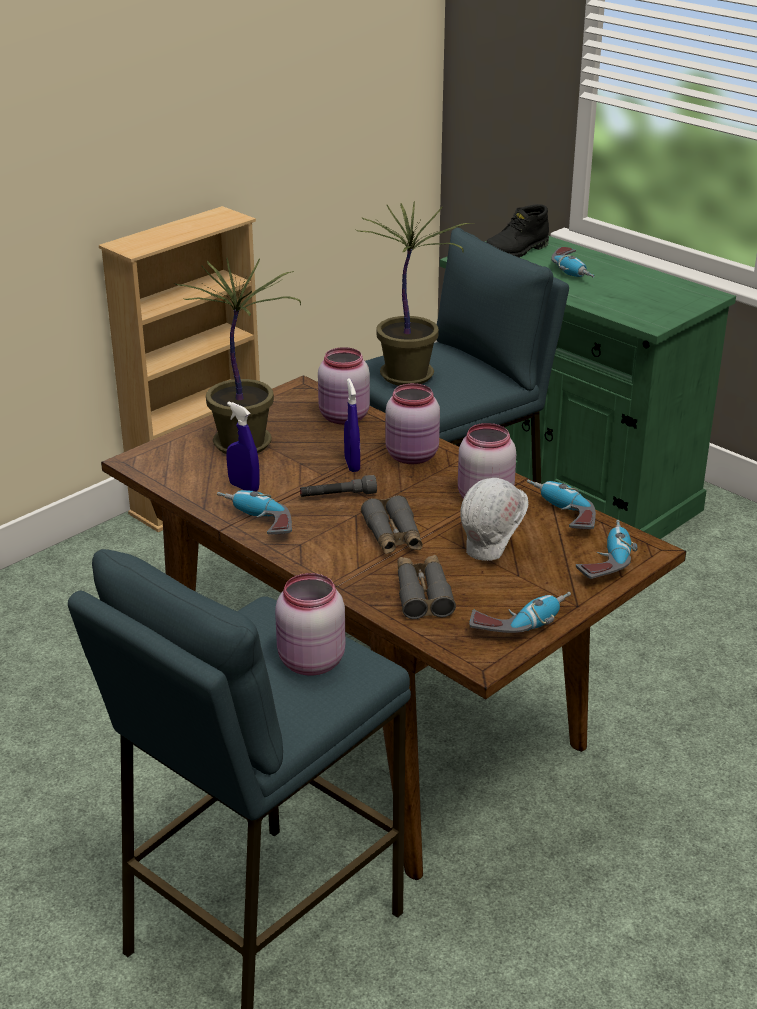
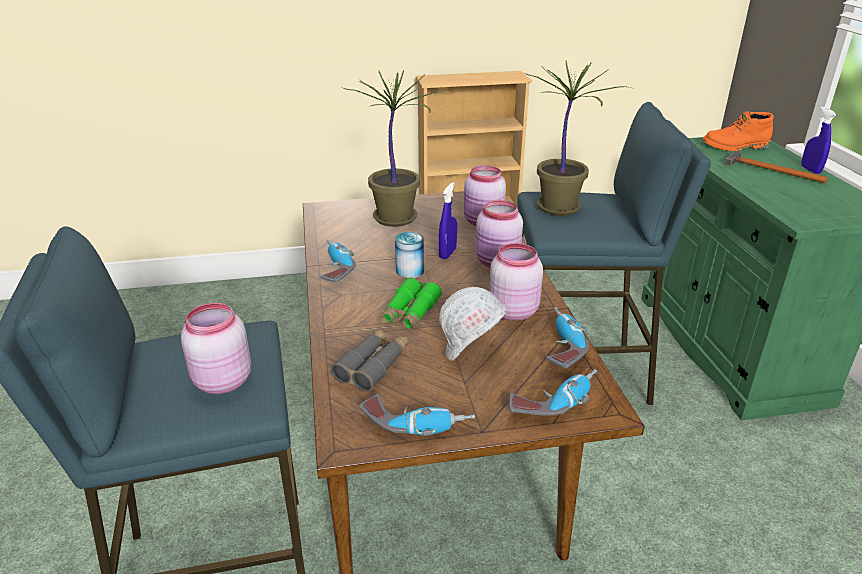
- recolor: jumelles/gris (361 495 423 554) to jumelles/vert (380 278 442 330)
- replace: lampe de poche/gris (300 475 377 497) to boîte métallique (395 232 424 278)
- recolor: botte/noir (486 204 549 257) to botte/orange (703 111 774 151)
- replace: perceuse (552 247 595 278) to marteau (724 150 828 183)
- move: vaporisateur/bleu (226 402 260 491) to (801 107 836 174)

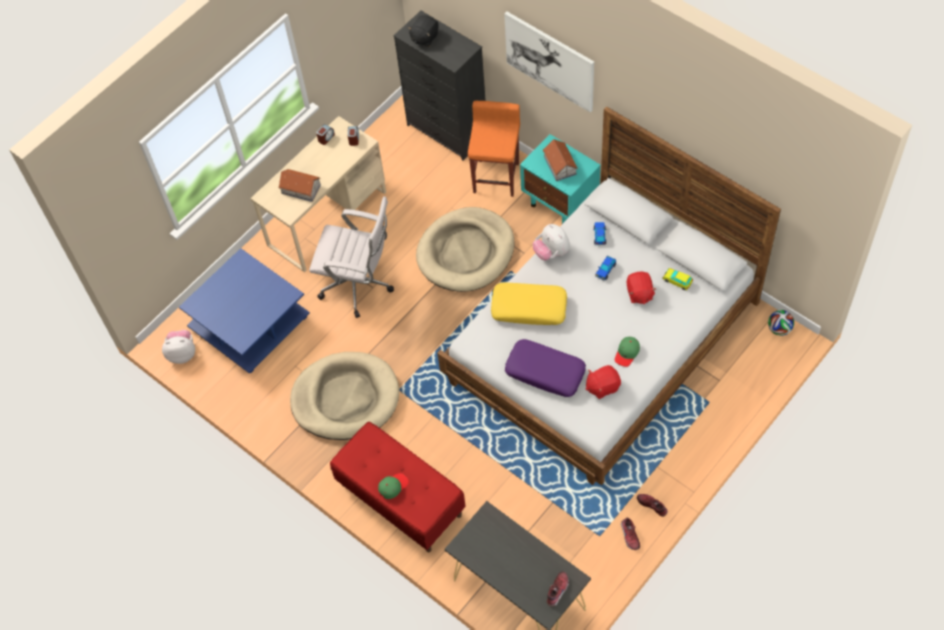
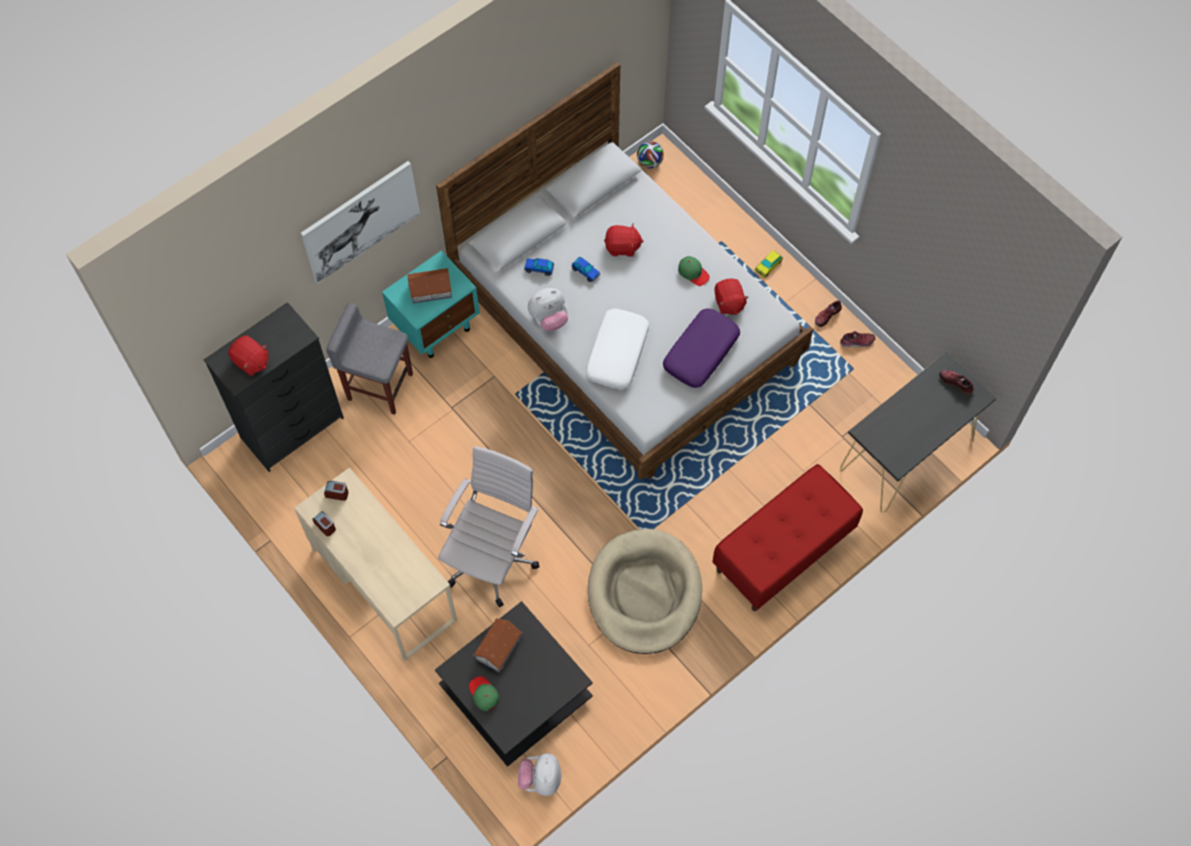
- recolor: peluche/noir (408 15 439 47) to peluche/rouge (228 335 269 376)
- recolor: tabouret/orange (468 101 520 197) to tabouret/gris (326 303 413 415)
- recolor: table basse/bleu (179 248 310 373) to table basse/noir (435 601 593 767)
- move: casquette/vert (378 473 409 499) to (469 676 499 711)
- move: maison miniature (278 169 321 202) to (473 618 522 673)
- recolor: coussin/jaune (491 283 567 325) to coussin/blanc (586 309 649 389)
- move: petite voiture (662 268 693 290) to (755 250 783 278)
- delete: panier pour chien/beige (416 207 515 292)

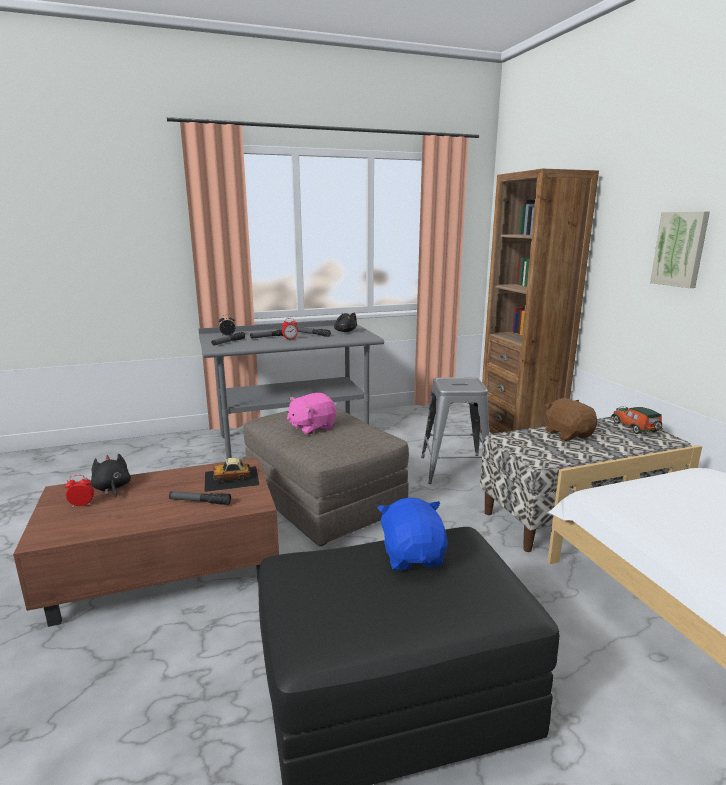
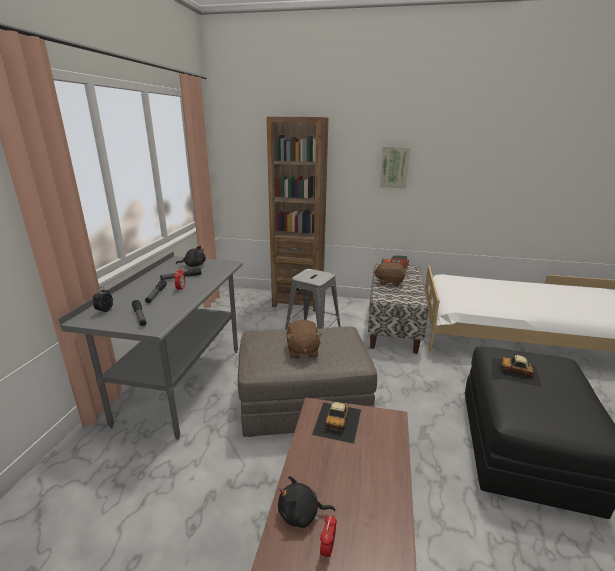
- recolor: peluche/rose (287 393 336 435) to peluche/marron (286 319 322 359)
- replace: peluche/bleu (378 498 448 570) to petite voiture (492 355 542 387)
- delete: lampe de poche (169 491 231 505)

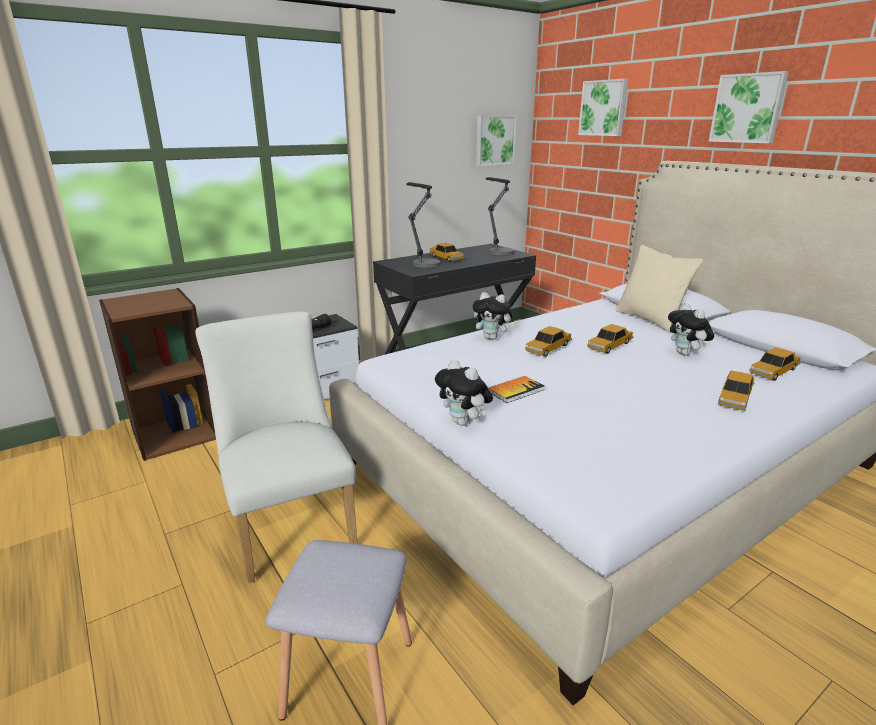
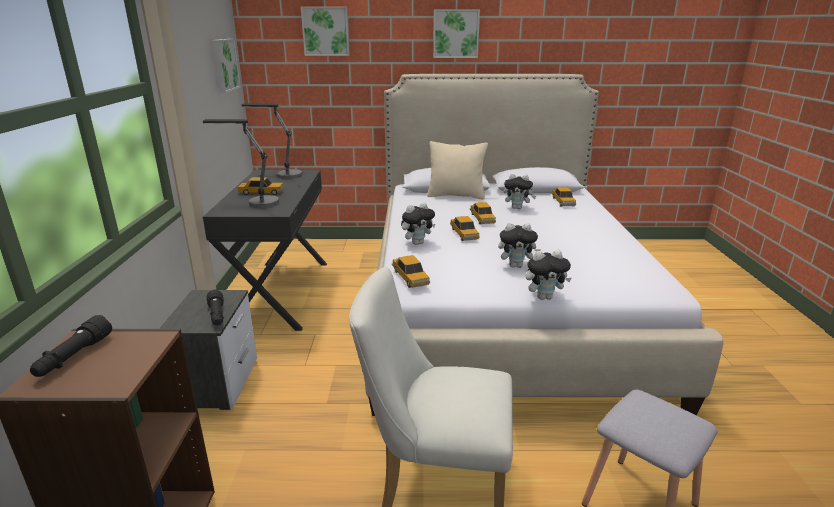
- insert: lampe de poche/noir (30 315 112 377)
- move: petite voiture (718 371 754 411) to (392 255 430 288)
- replace: livre (488 376 545 403) to peluche (498 223 541 268)

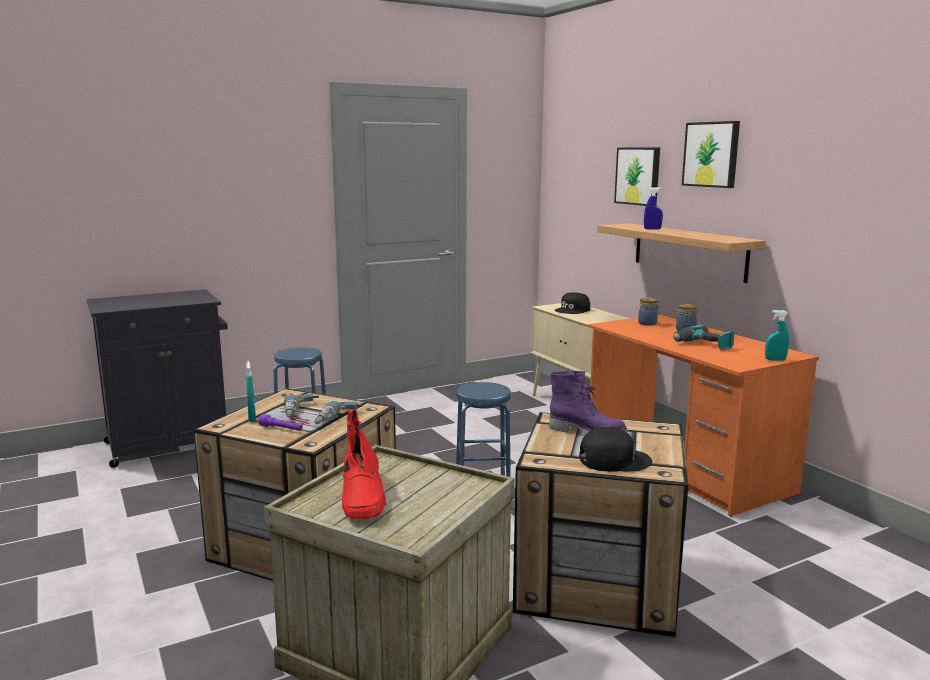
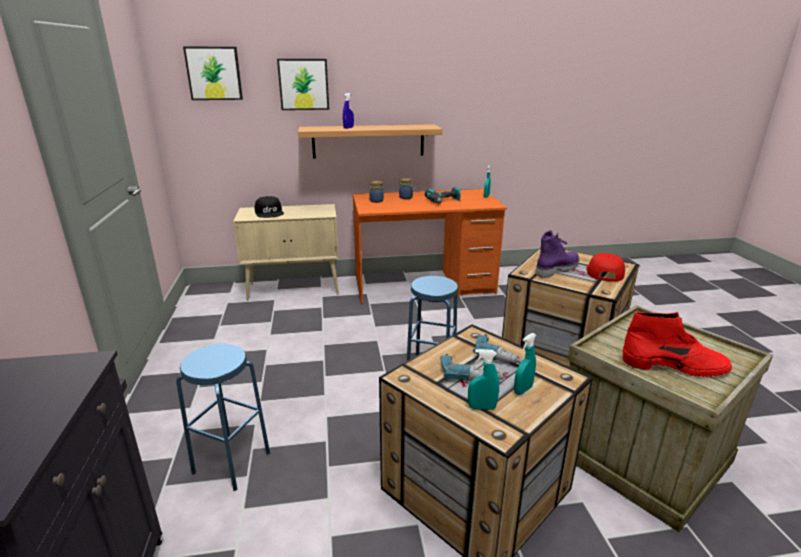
- move: tableau (682 121 740 188) to (183 46 243 100)
- replace: lampe de poche/violet (259 414 303 431) to vaporisateur/turquoise (514 333 536 395)
- recolor: casquette/noir (579 427 652 472) to casquette/rouge (586 253 625 281)

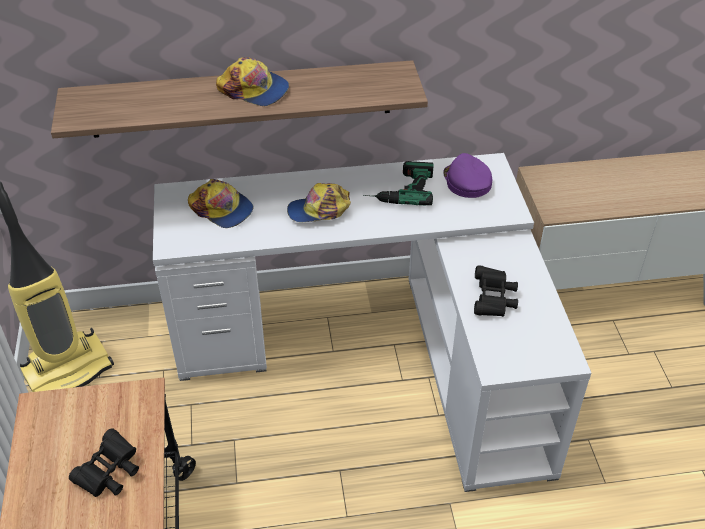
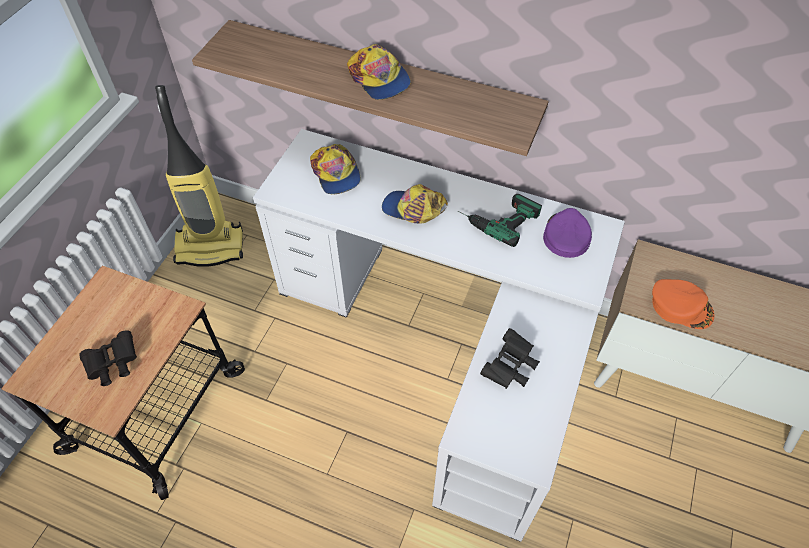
- insert: casquette/orange (652 279 714 329)

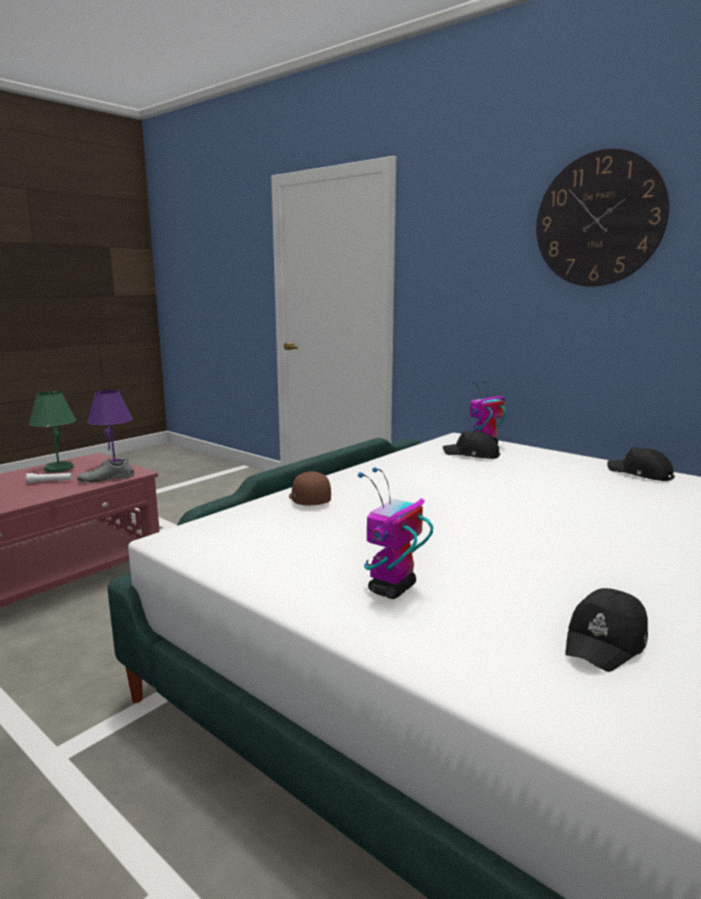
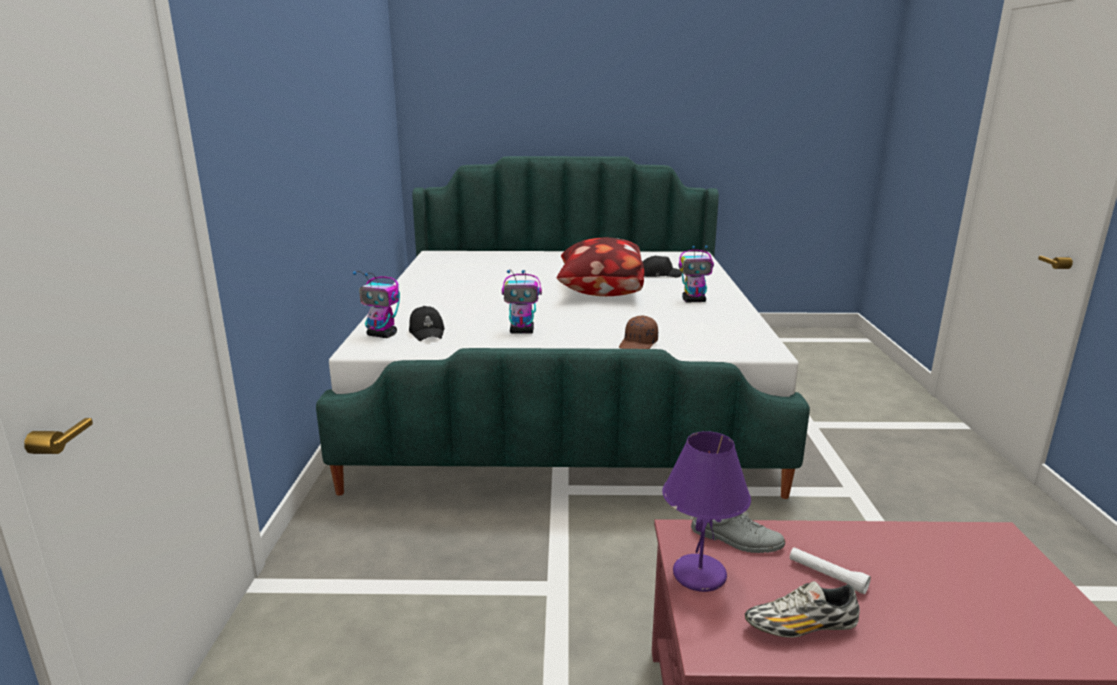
- insert: robot jouet (502 270 542 334)
- insert: coussin (556 238 644 296)
- replace: lampe de table/vert (29 391 76 472) to chaussure (745 581 860 638)
- delete: horloge murale (536 149 669 286)
- delete: casquette/noir (607 447 675 481)

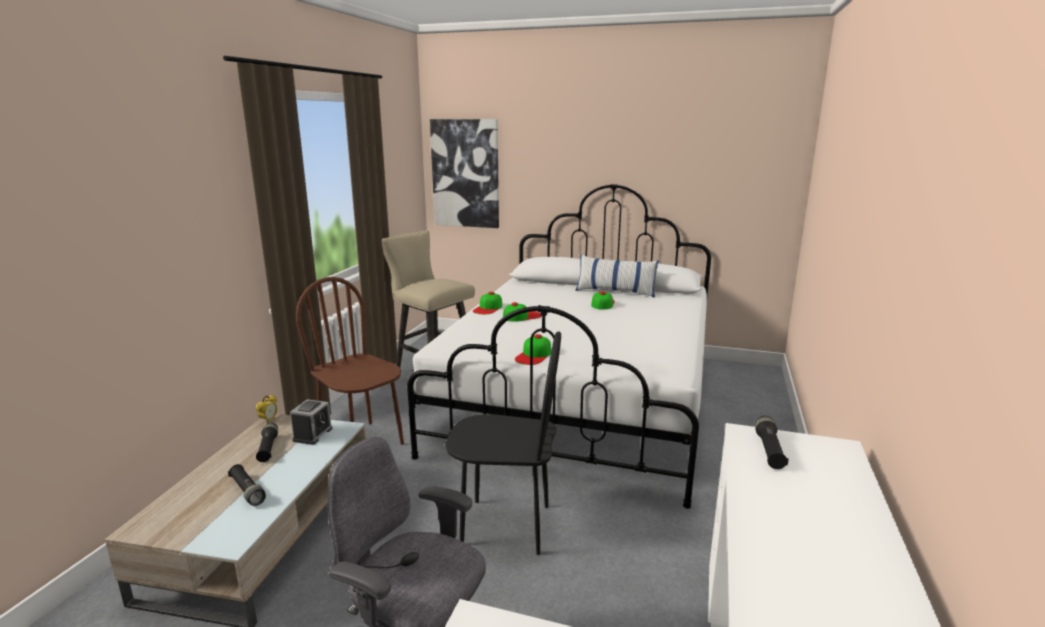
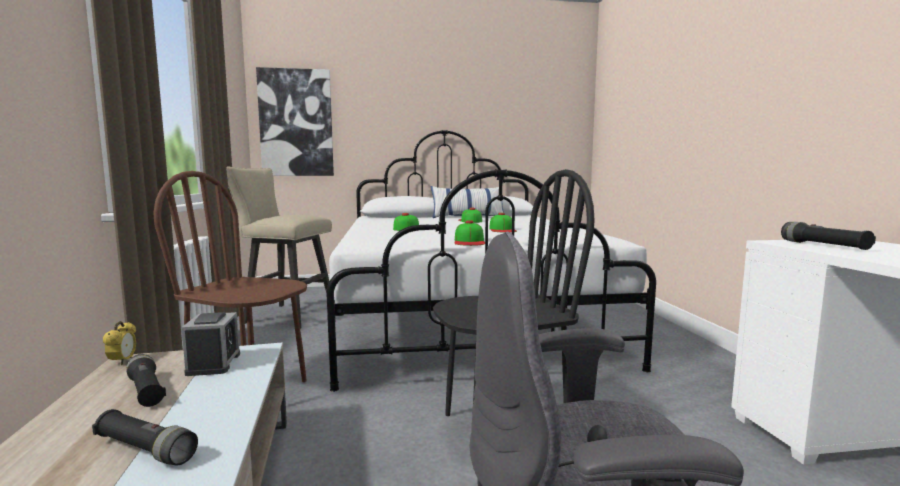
- move: casquette (473 292 502 314) to (489 213 517 232)

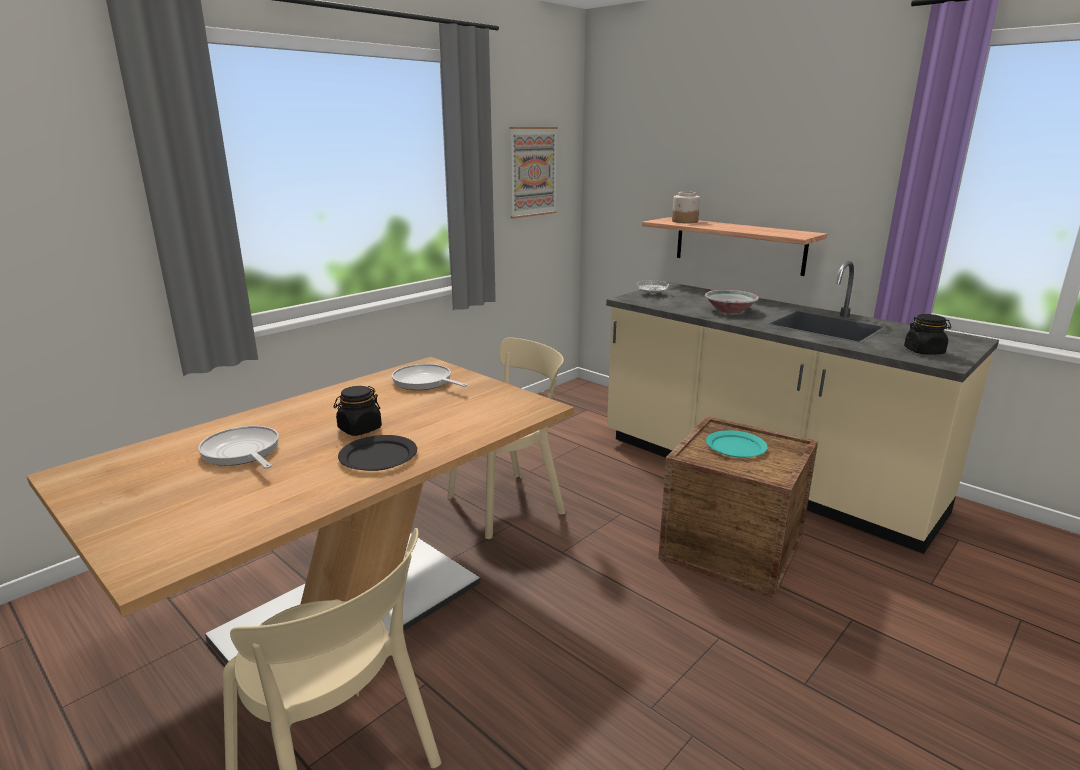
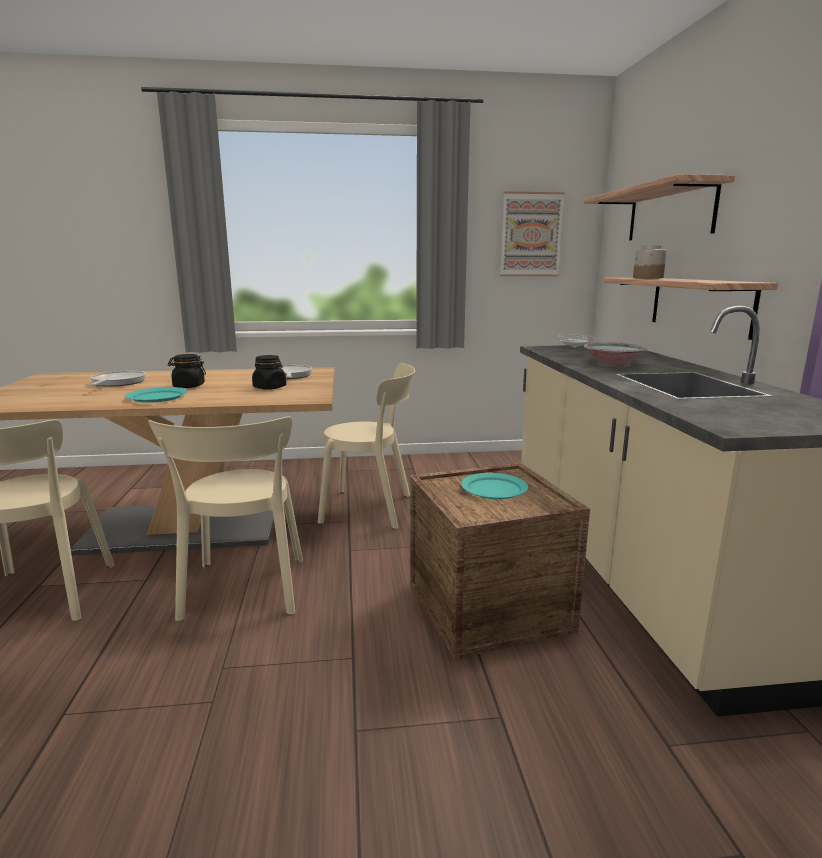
- recolor: assiette/noir (338 435 417 471) to assiette/turquoise (125 387 188 403)
- insert: chaise/beige (148 417 303 621)
- move: bocal/noir (904 314 951 355) to (252 355 286 389)
- insert: étagère (584 174 735 240)

